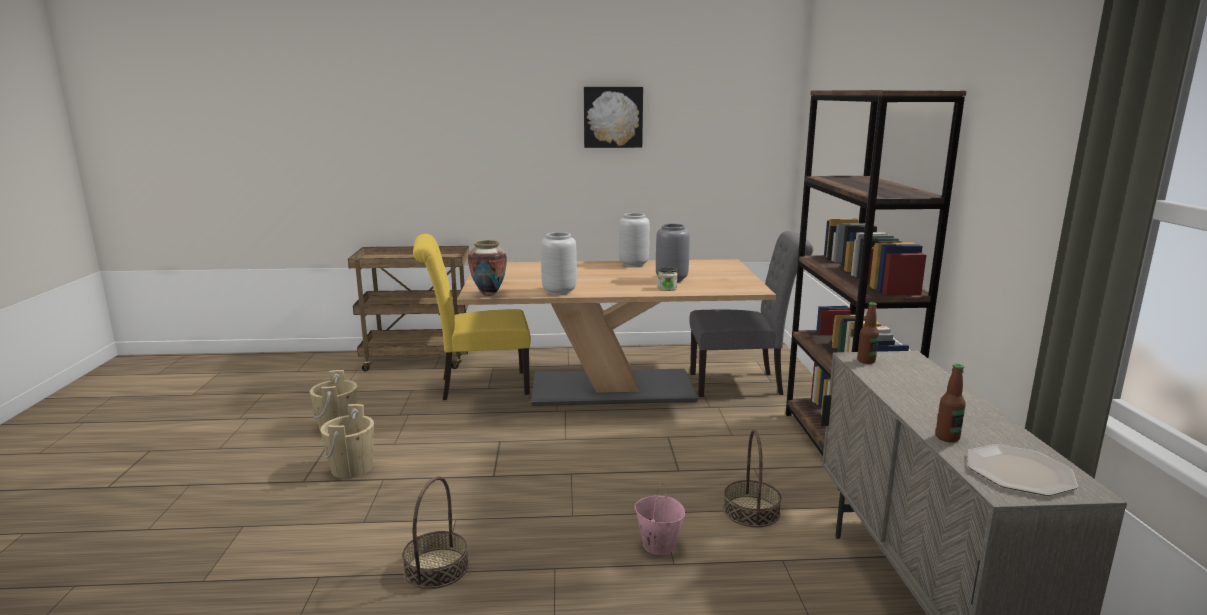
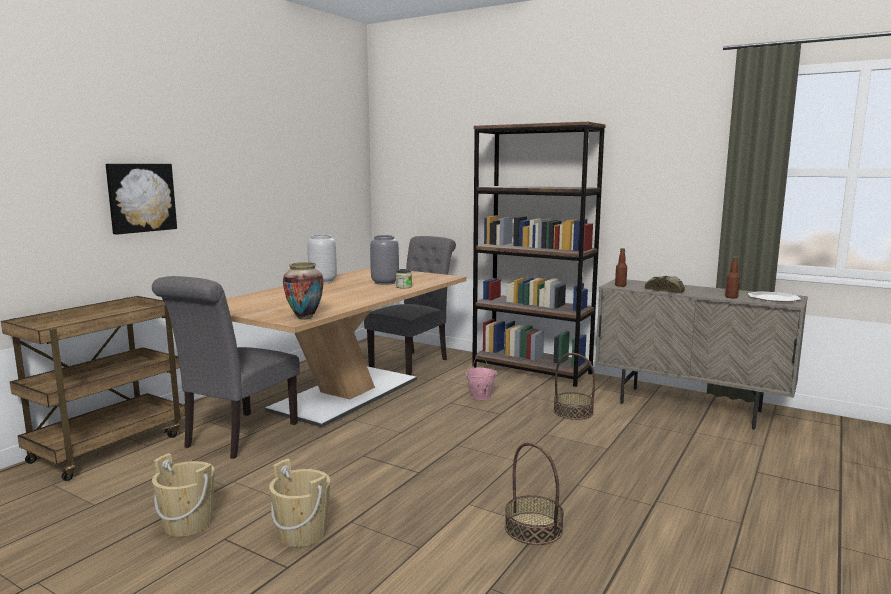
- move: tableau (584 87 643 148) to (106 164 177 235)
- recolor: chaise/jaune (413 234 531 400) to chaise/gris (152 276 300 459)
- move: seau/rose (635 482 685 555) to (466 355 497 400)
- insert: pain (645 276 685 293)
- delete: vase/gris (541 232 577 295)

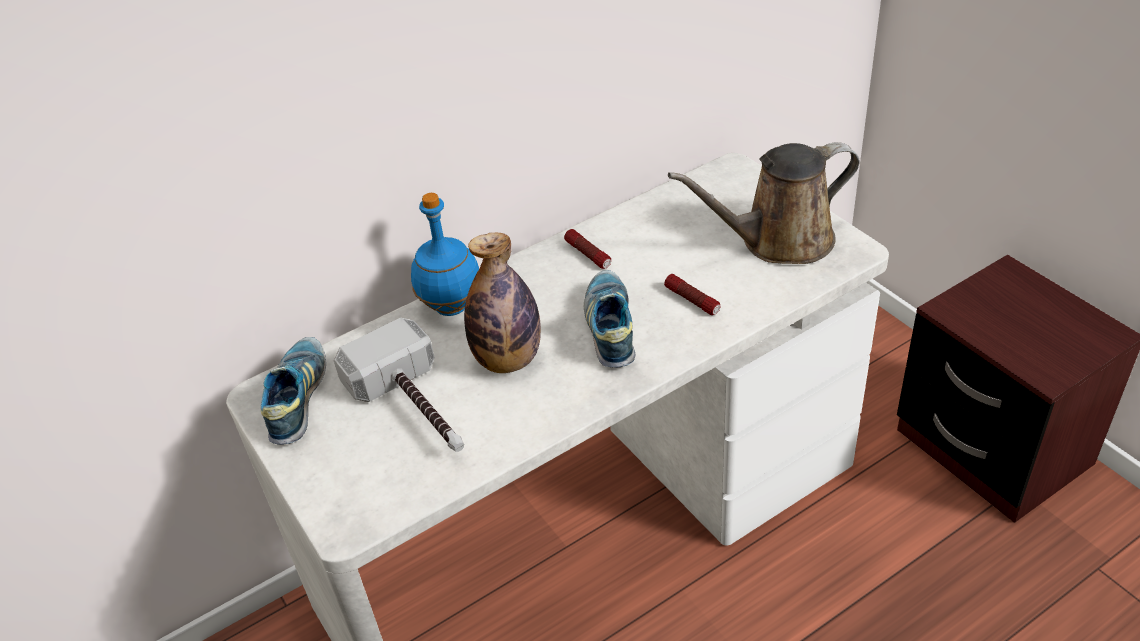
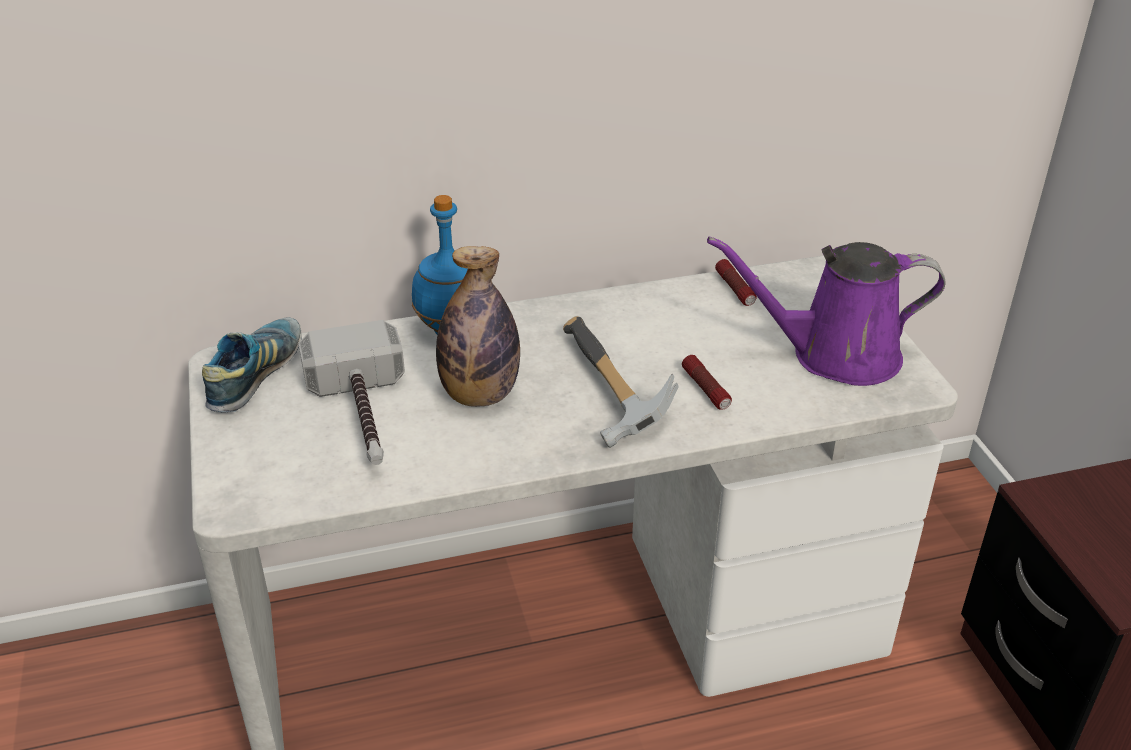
- replace: chaussure (584 270 635 368) to marteau (563 316 679 448)
- recolor: arrosoir/marron (668 142 860 264) to arrosoir/violet (707 237 946 386)
- move: lampe de poche (564 229 611 269) to (715 259 757 306)

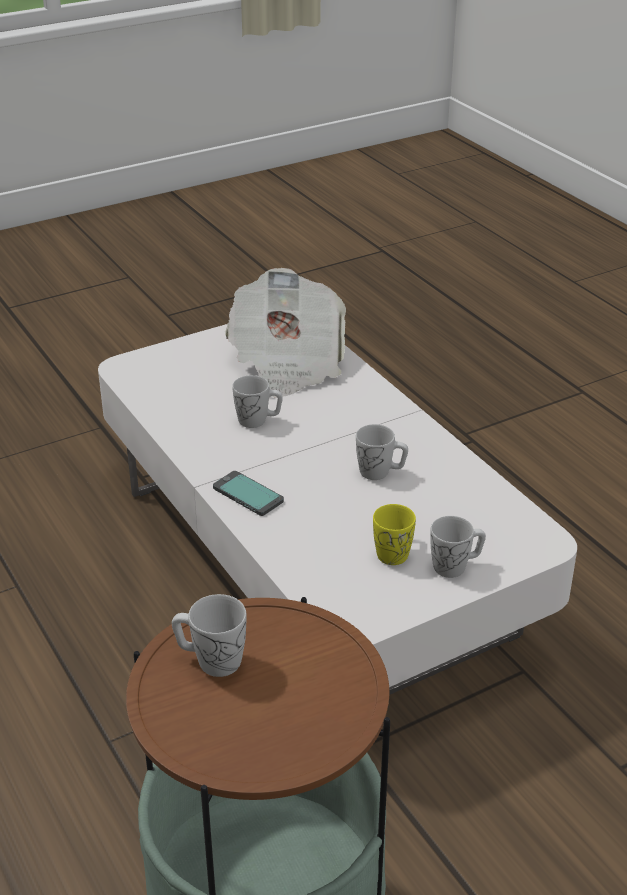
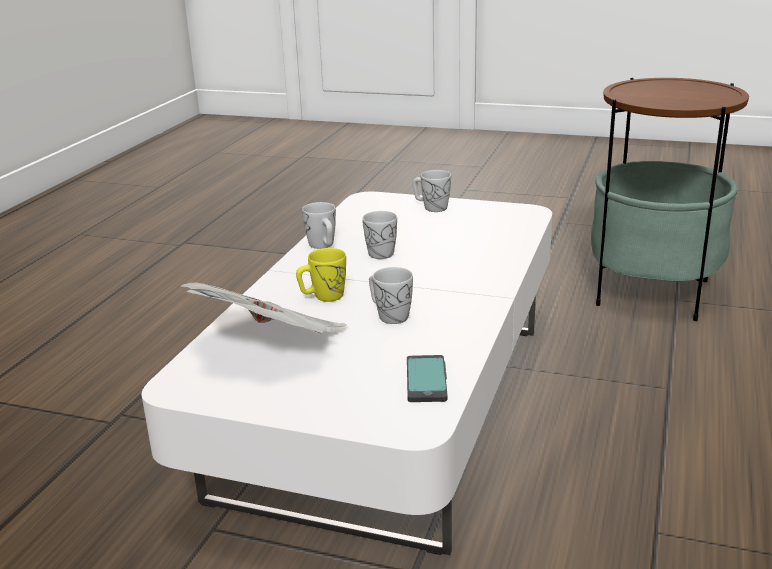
- move: mug/jaune (373 504 416 565) to (296 248 346 302)
- move: mug/blanc (172 594 247 677) to (302 202 336 249)
- move: téléphone (213 471 284 516) to (407 355 448 402)

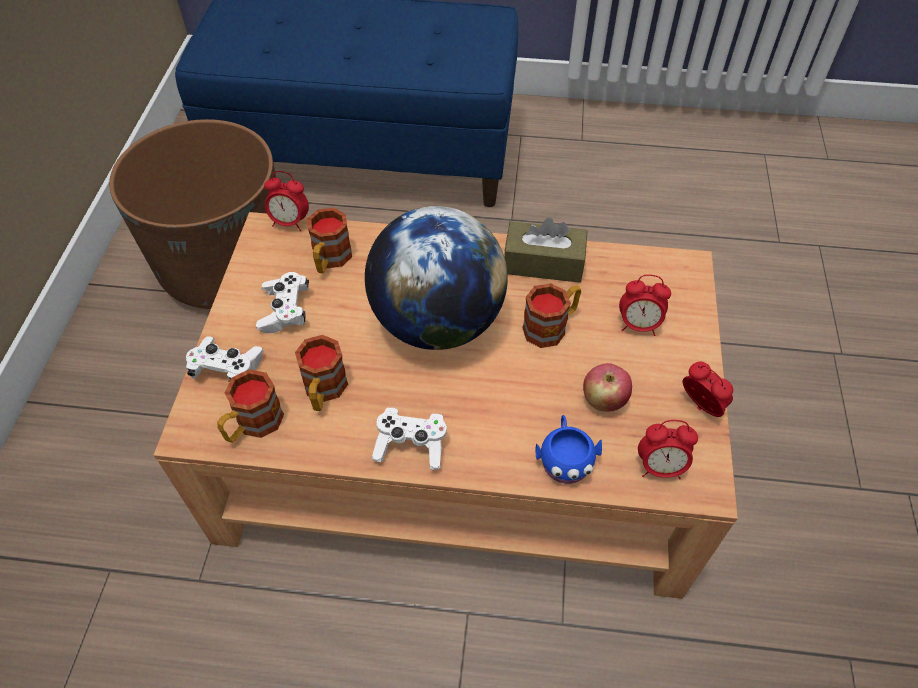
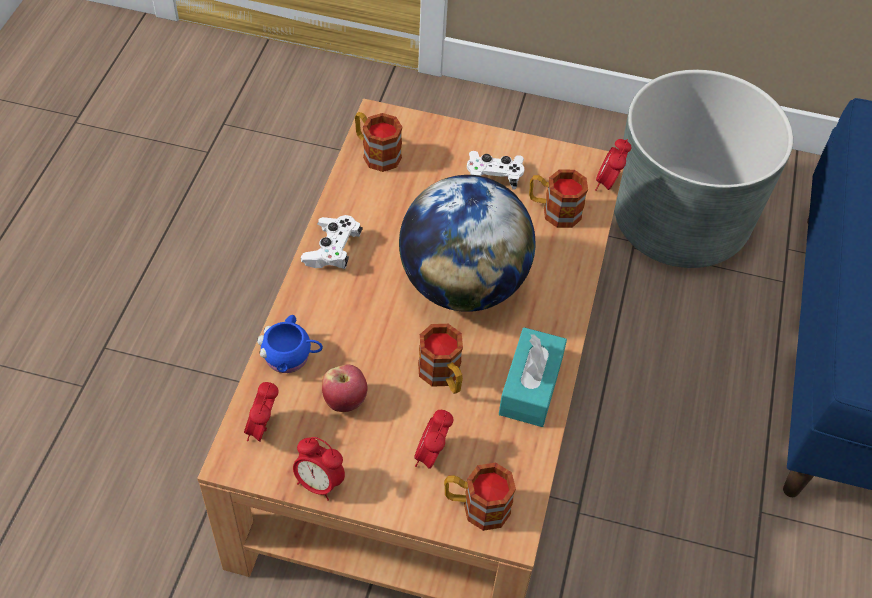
- rotate: réveil (683 362 733 417) = (293 437 345 501) 60 degrees clockwise
- move: mug (295 335 348 411) to (444 463 516 531)
- recolor: boîte à mouchoirs/marron (504 218 588 283) to boîte à mouchoirs/turquoise (499 327 567 427)
- recolor: cache-pot/marron (109 119 276 309) to cache-pot/gris (614 70 793 268)
- delete: manette/blanc (186 336 264 382)

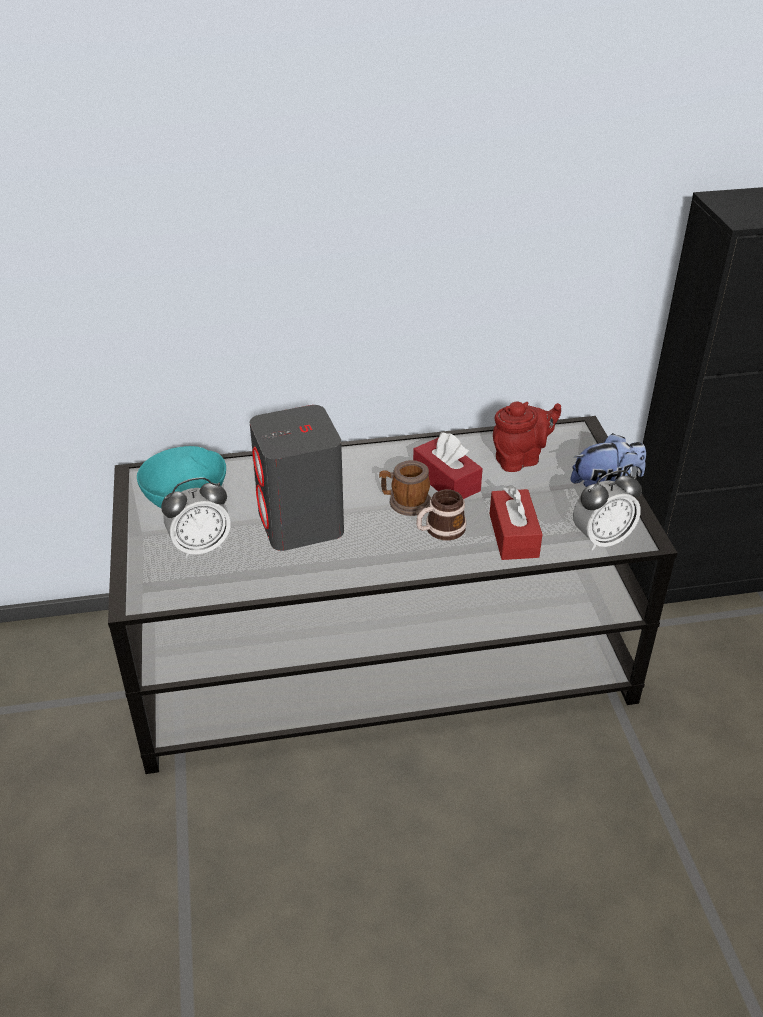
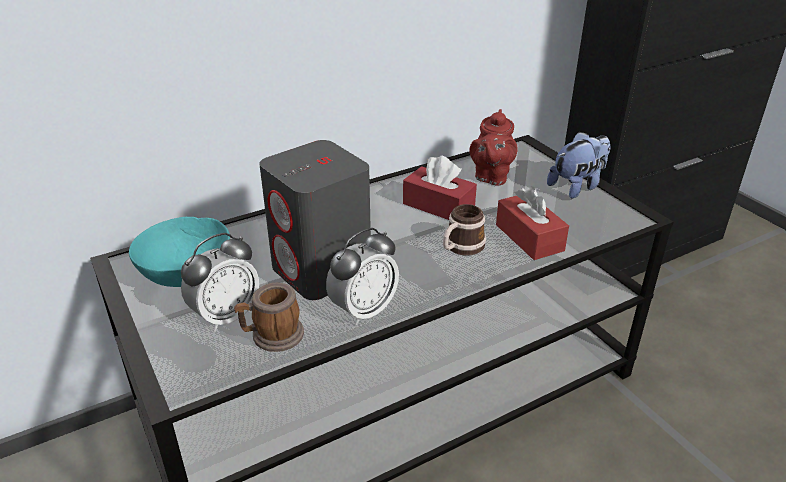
- move: mug (379 460 431 516) to (234 283 304 352)
- move: réveil (573 470 642 551) to (326 228 399 326)
- rotate: théière/rouge (493 401 561 472) = (469 109 517 186) 150 degrees clockwise

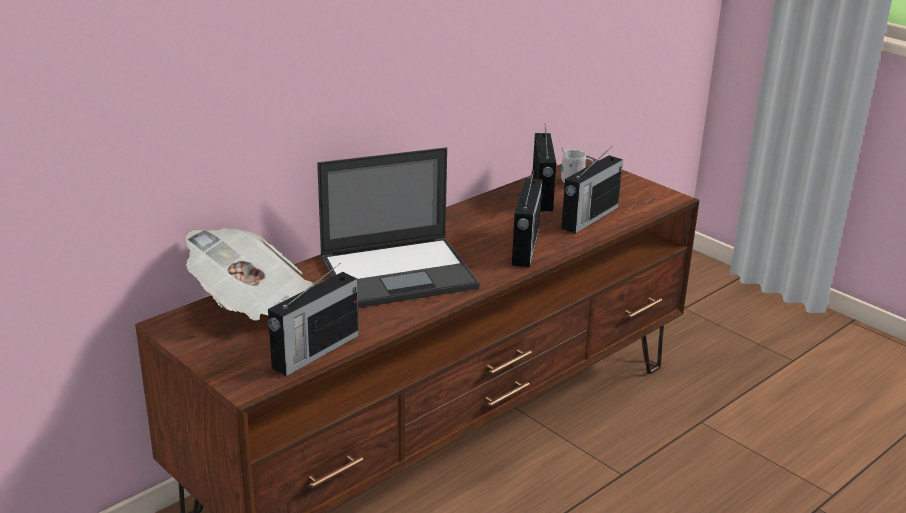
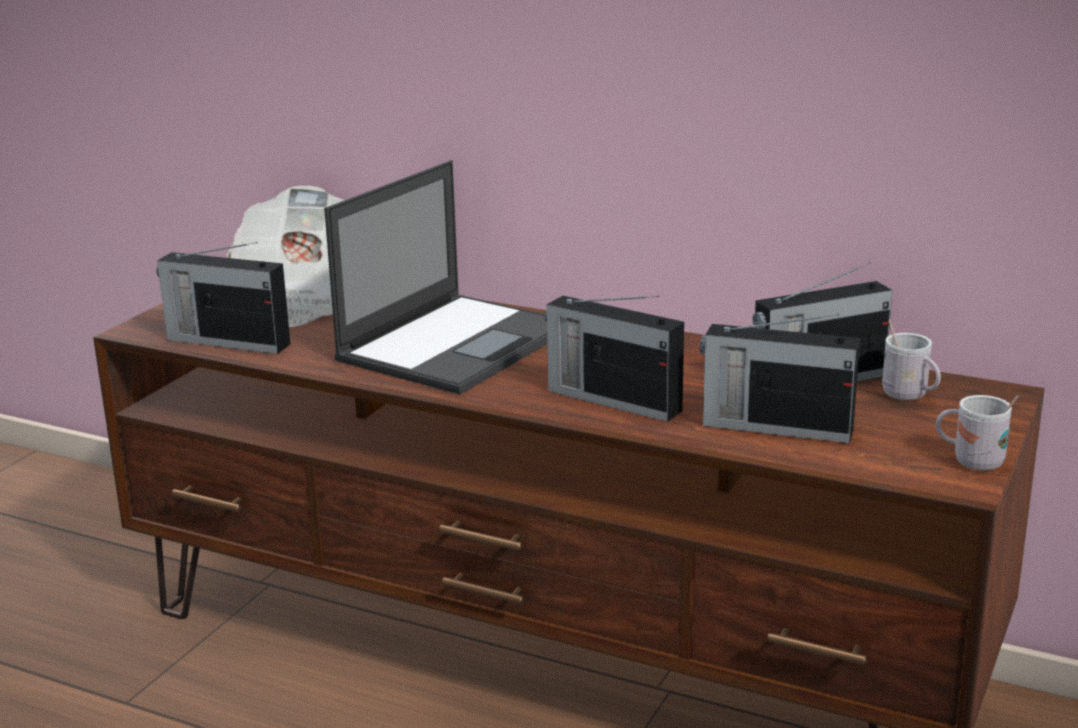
- rotate: ordinateur portable (317 147 480 308) = (324 160 547 395) 105 degrees counterclockwise
- rotate: radio (512 170 542 267) = (545 296 684 422) 45 degrees clockwise
- insert: mug/blanc (936 395 1019 471)

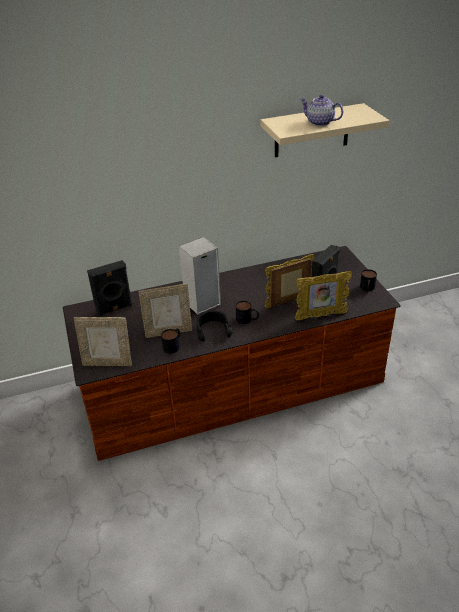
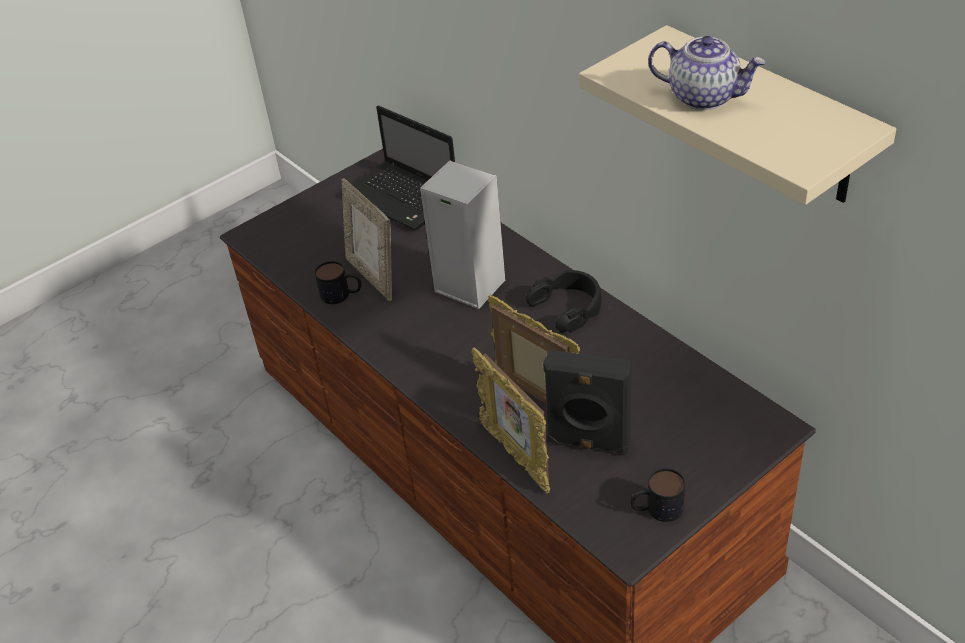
- replace: enceinte/noir (87 260 133 316) to ordinateur portable (341 105 455 230)
- move: casque audio/noir (196 311 233 342) to (526 270 602 333)
- rotate: théière (300 95 343 126) = (648 36 766 110) 105 degrees clockwise
- delete: cadre photo (74 317 132 366)
- delete: mug (236 301 259 324)

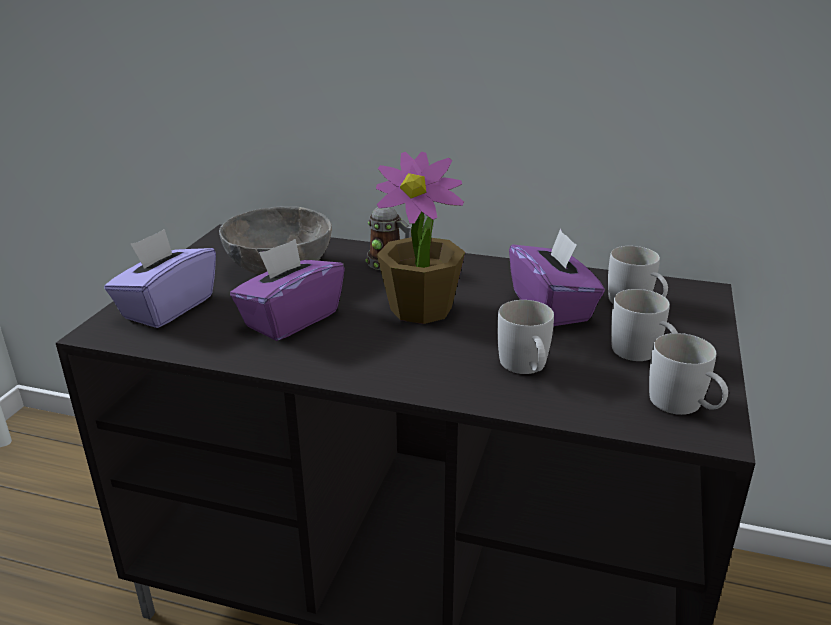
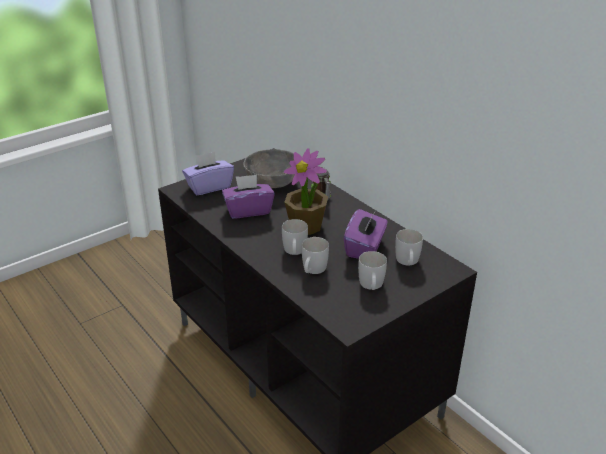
- move: mug/blanc (649 333 728 415) to (282 219 308 255)

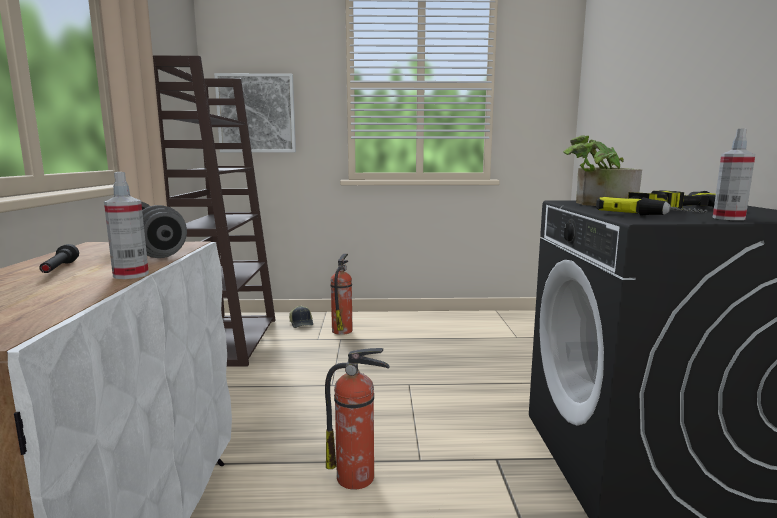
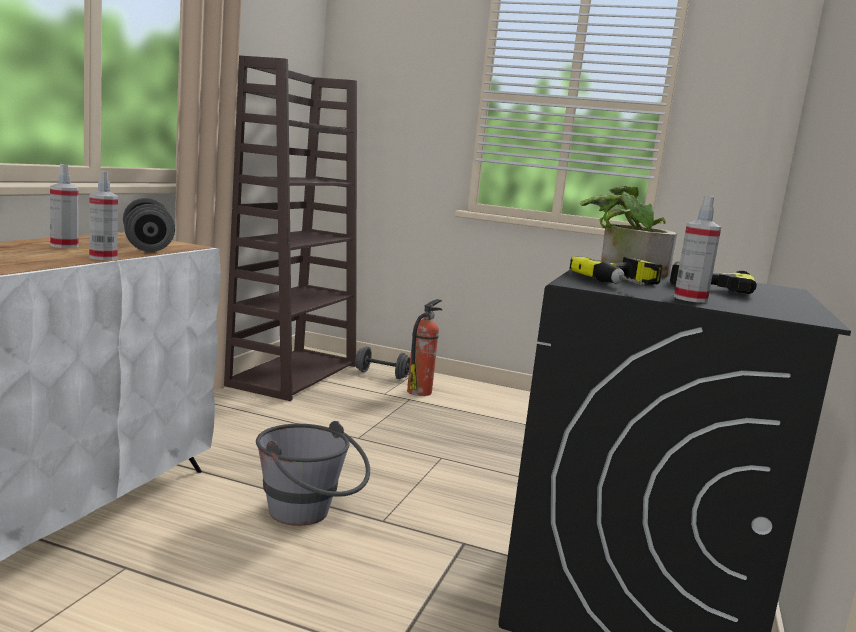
- replace: lampe de poche/noir (39 244 79 273) to vaporisateur (50 164 79 248)
- replace: extincteur (325 348 390 490) to seau/gris (256 421 370 526)
- replace: casquette (289 305 313 328) to haltère/gris (355 346 410 379)
- delete: tableau (214 73 296 152)

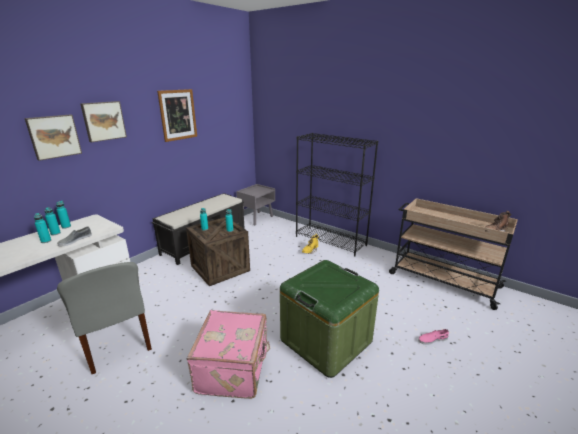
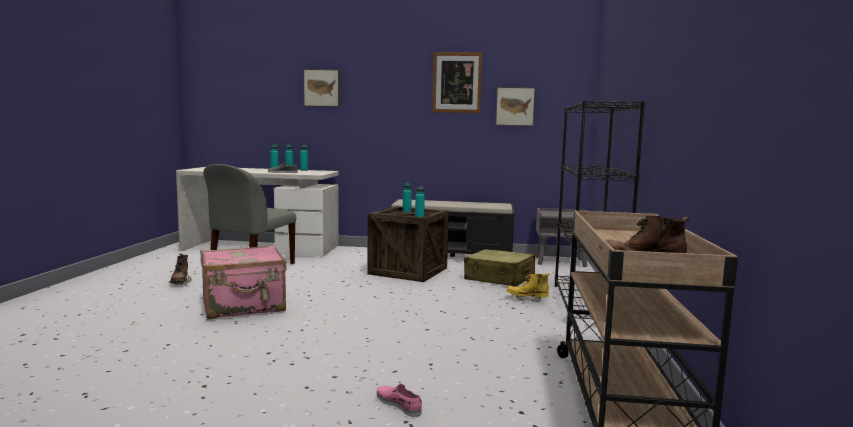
- insert: botte/marron (169 253 191 285)
- insert: valise/beige (464 249 535 287)
- move: tableau (80 101 127 142) to (495 87 535 126)
- delete: boîte de rangement/vert (280 260 379 378)

